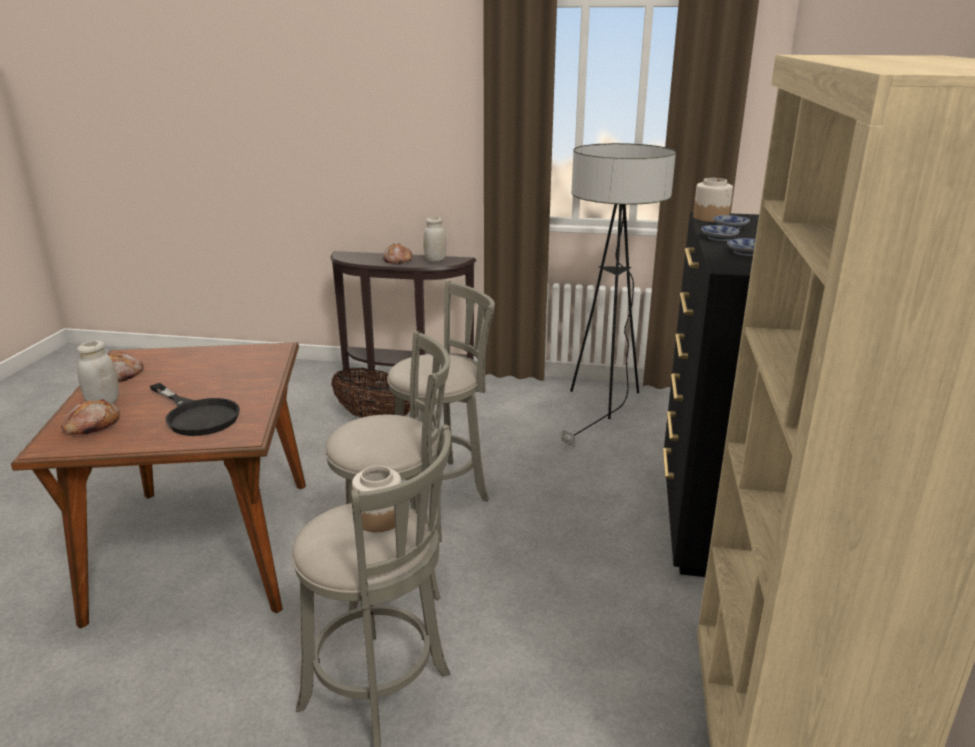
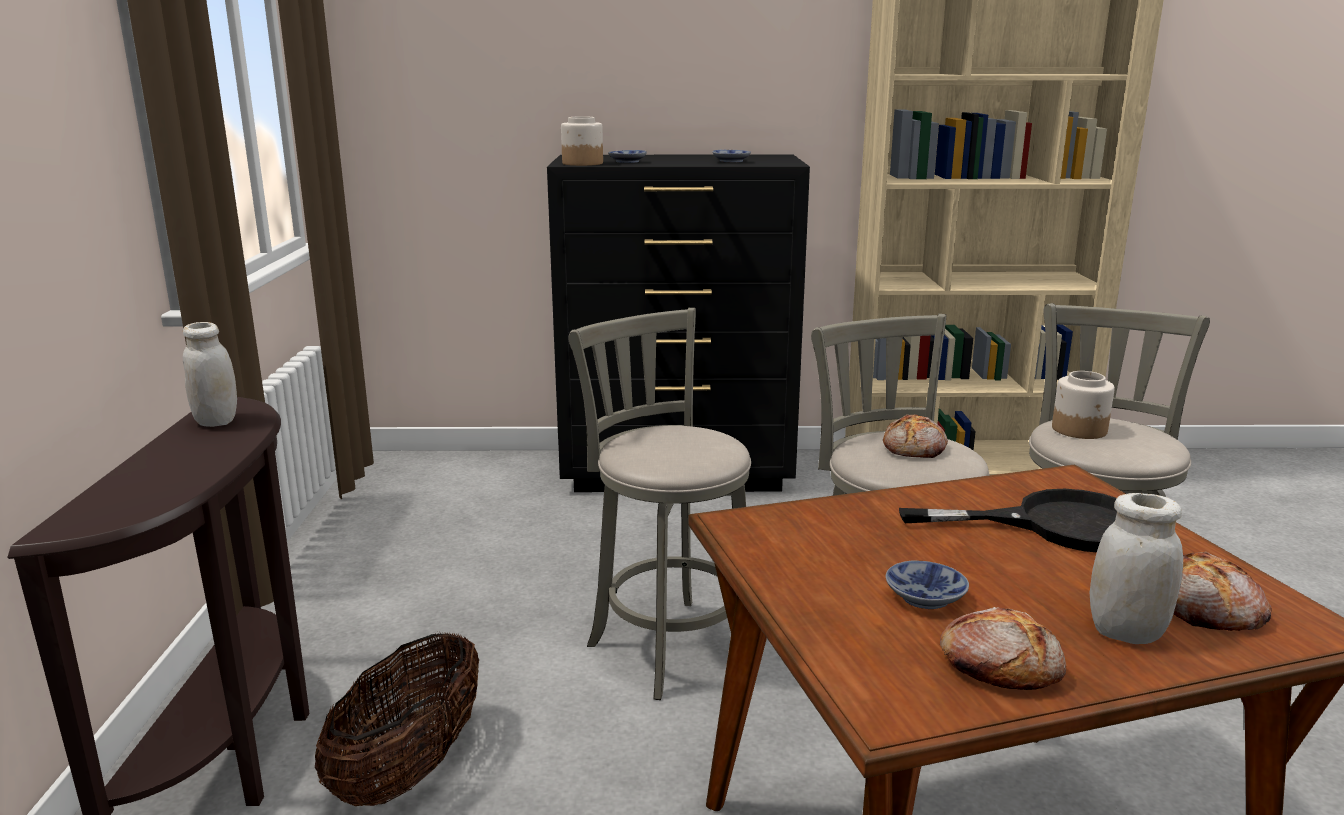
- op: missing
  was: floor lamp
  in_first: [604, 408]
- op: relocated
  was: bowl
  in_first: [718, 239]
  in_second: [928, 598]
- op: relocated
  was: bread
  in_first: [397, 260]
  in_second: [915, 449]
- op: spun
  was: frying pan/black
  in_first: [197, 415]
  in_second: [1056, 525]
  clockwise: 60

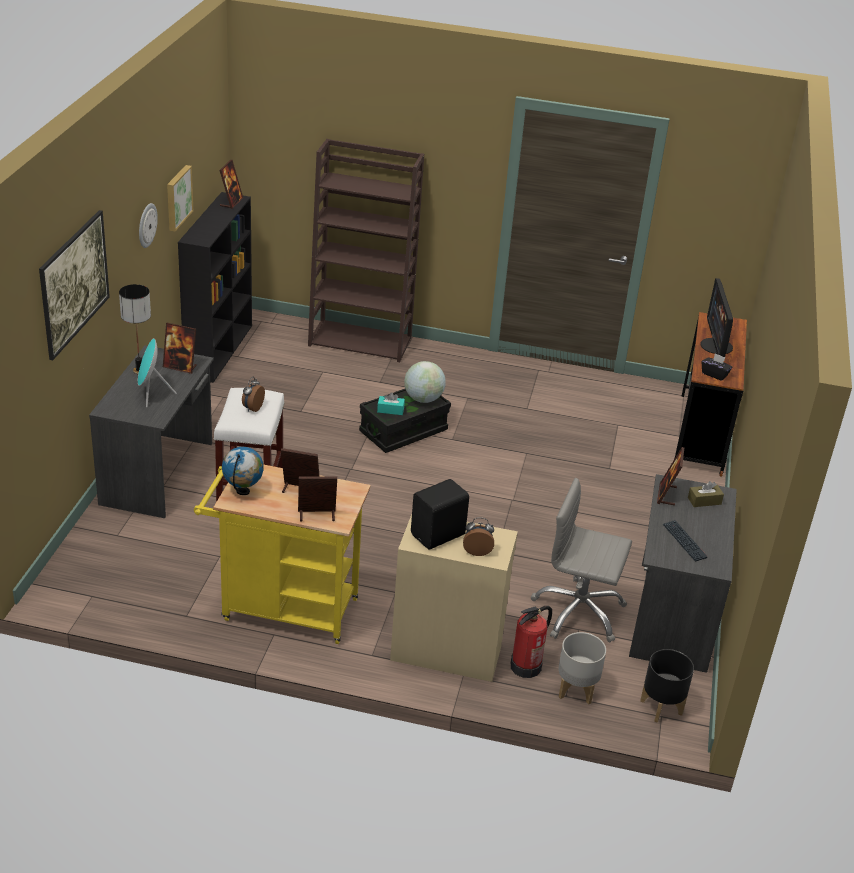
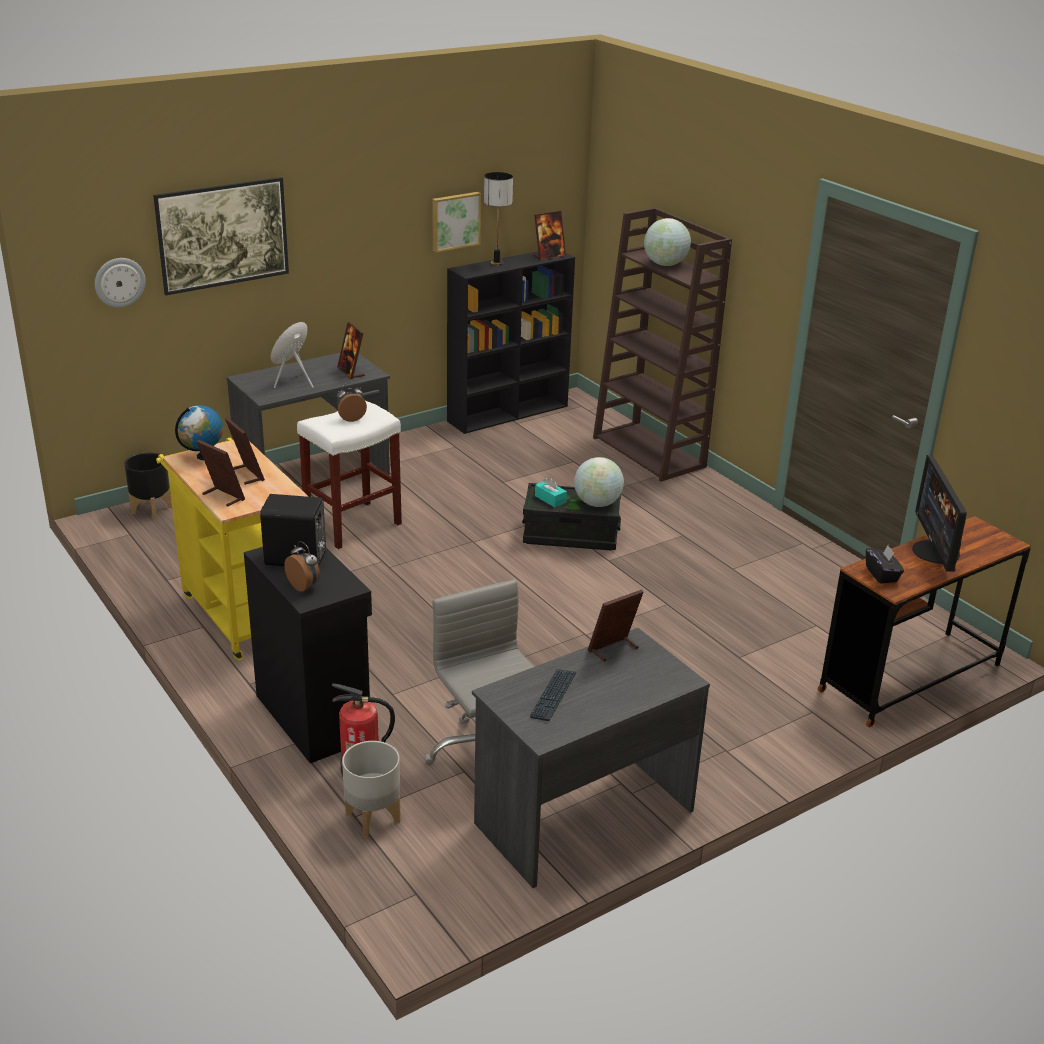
- op: relocated
  was: wall clock
  in_first: [146, 225]
  in_second: [119, 282]
- op: spun
  was: monitor
  in_first: [715, 346]
  in_second: [935, 552]
  clockwise: -45
- op: relocated
  was: table lamp
  in_first: [139, 370]
  in_second: [497, 263]
- op: missing
  was: tissue box/brown
  in_first: [704, 501]
- op: colour
  was: cabinet/beige
  now: cabinet/black
  in_first: [446, 650]
  in_second: [314, 716]
- op: relocated
  was: planter/black
  in_first: [661, 707]
  in_second: [151, 510]
- op: appeared
  now: globe
  in_second: [665, 264]

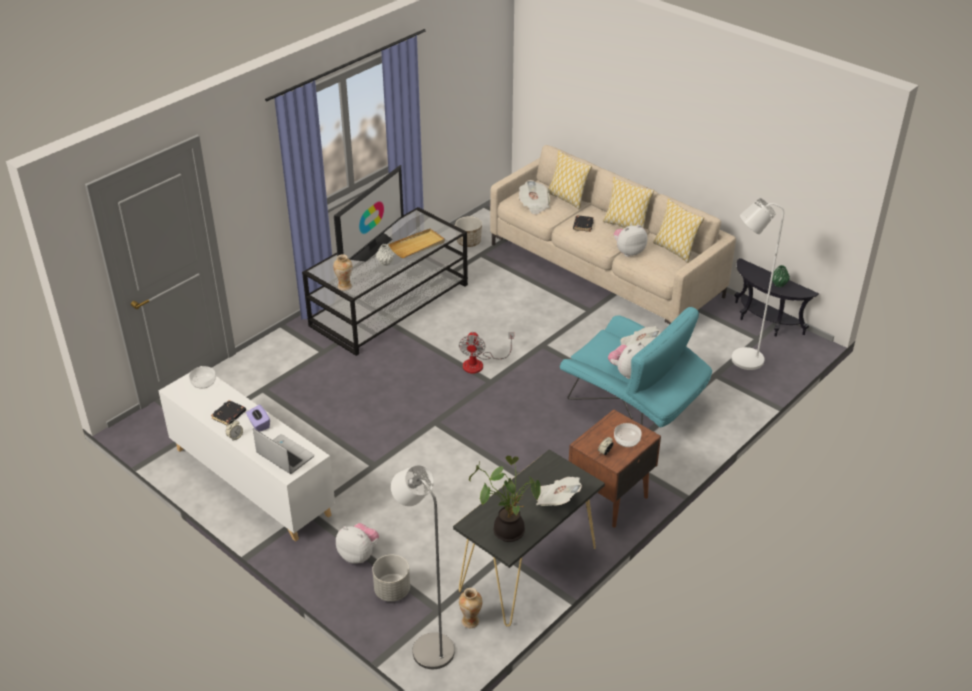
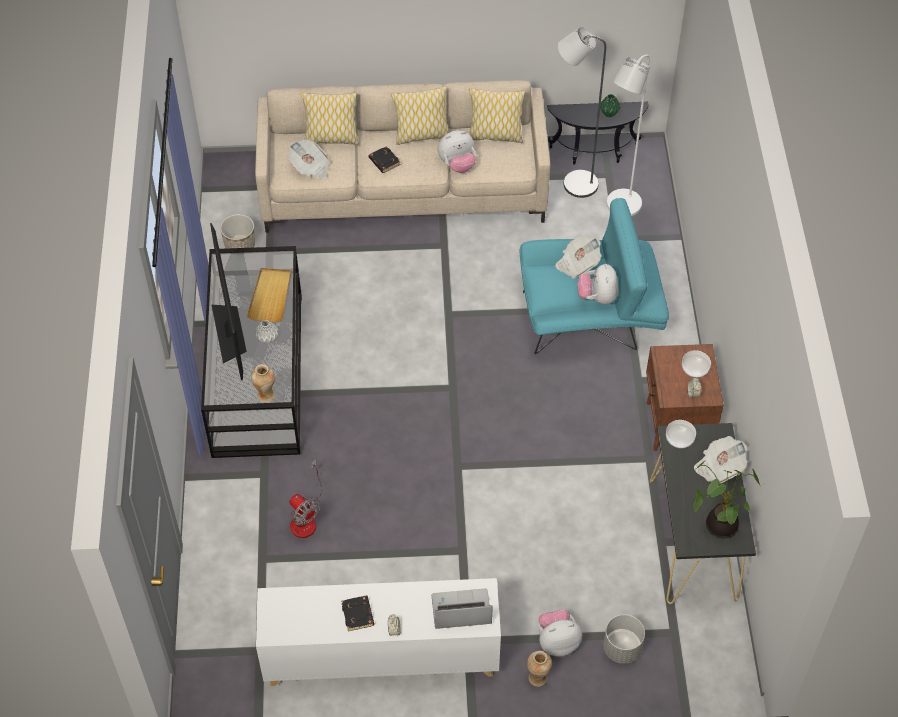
- op: spun
  was: plush toy
  in_first: [628, 252]
  in_second: [457, 165]
  clockwise: -135
- op: relocated
  was: fan
  in_first: [479, 363]
  in_second: [305, 517]
- op: relocated
  was: bowl
  in_first: [203, 382]
  in_second: [679, 439]
- op: missing
  was: tissue box/purple
  in_first: [259, 424]
- op: relocated
  was: floor lamp/grey
  in_first: [428, 646]
  in_second: [573, 184]
- op: relocated
  was: vase
  in_first: [470, 621]
  in_second: [537, 678]

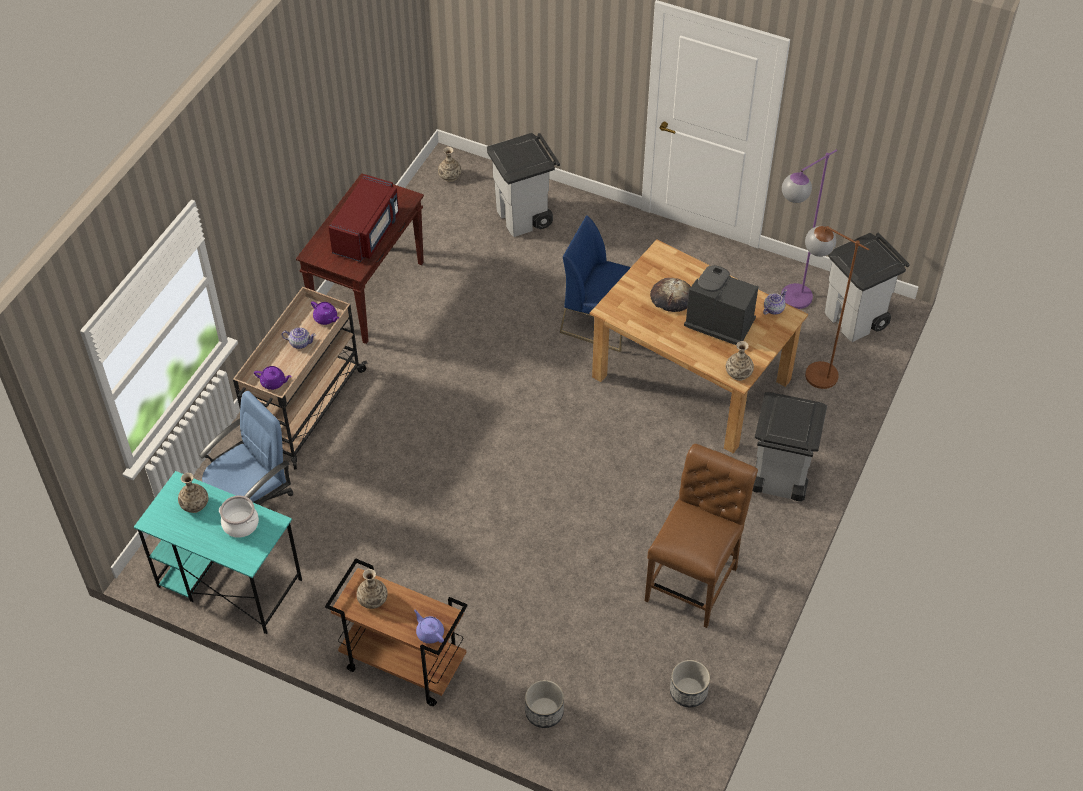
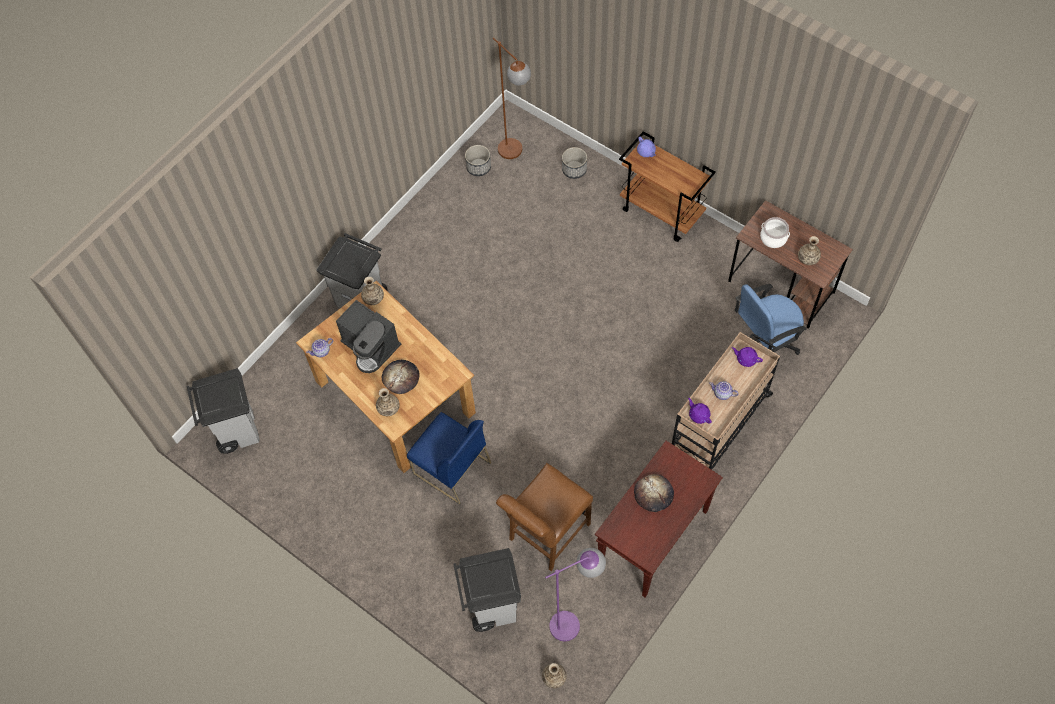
- op: relocated
  was: floor lamp/purple
  in_first: [788, 302]
  in_second: [574, 621]
- op: exchanged
  was: microwave/red
  now: bread
  in_first: [367, 233]
  in_second: [653, 494]
- op: relocated
  was: floor lamp/brown
  in_first: [811, 370]
  in_second: [515, 154]
- op: relocated
  was: chair/brown
  in_first: [694, 580]
  in_second: [546, 534]
- op: colour
  was: desk/turquoise
  now: desk/brown
  in_first: [228, 583]
  in_second: [782, 287]
- op: relocated
  was: vase
  in_first: [373, 599]
  in_second: [388, 408]

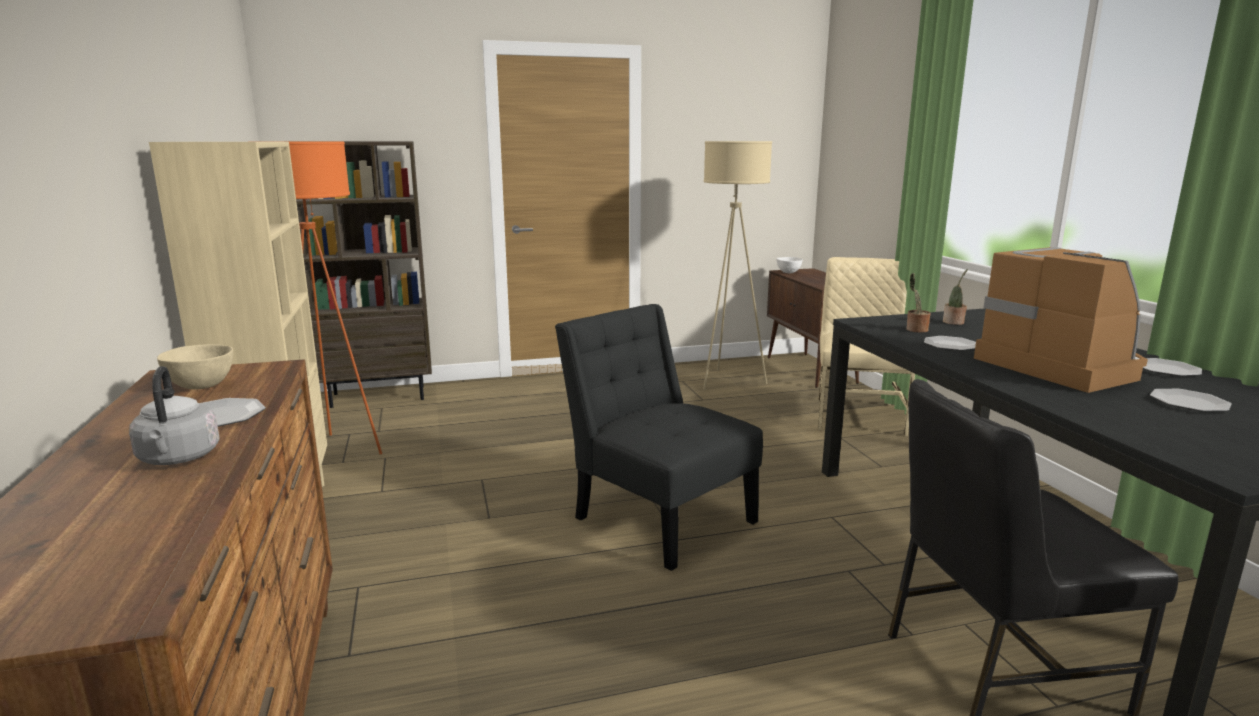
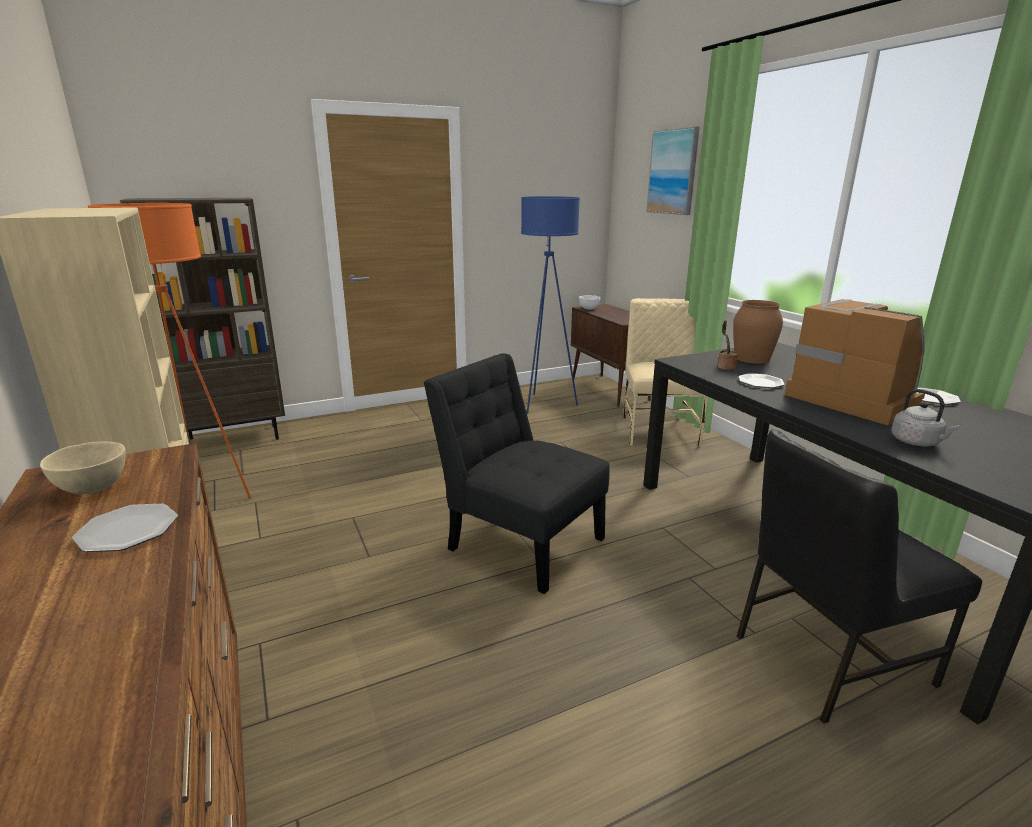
- op: colour
  was: floor lamp/beige
  now: floor lamp/blue
  in_first: [728, 381]
  in_second: [545, 404]
- op: exchanged
  was: potted plant
  now: vase/brown
  in_first: [954, 322]
  in_second: [751, 358]
- op: relocated
  was: kettle/grey
  in_first: [178, 459]
  in_second: [917, 442]
- op: missing
  was: plate
  in_first: [1189, 403]
- op: appeared
  now: picture
  in_second: [673, 172]

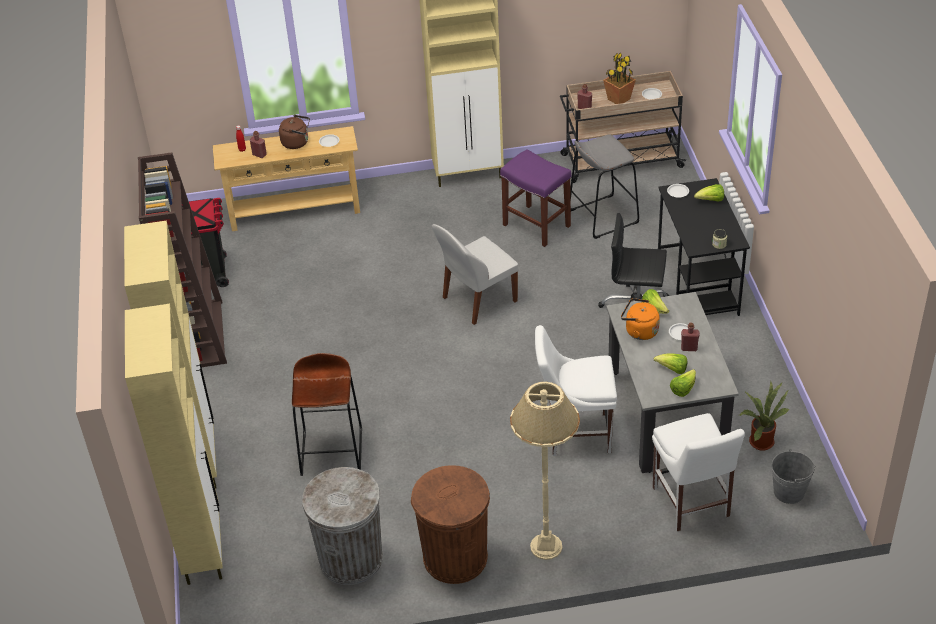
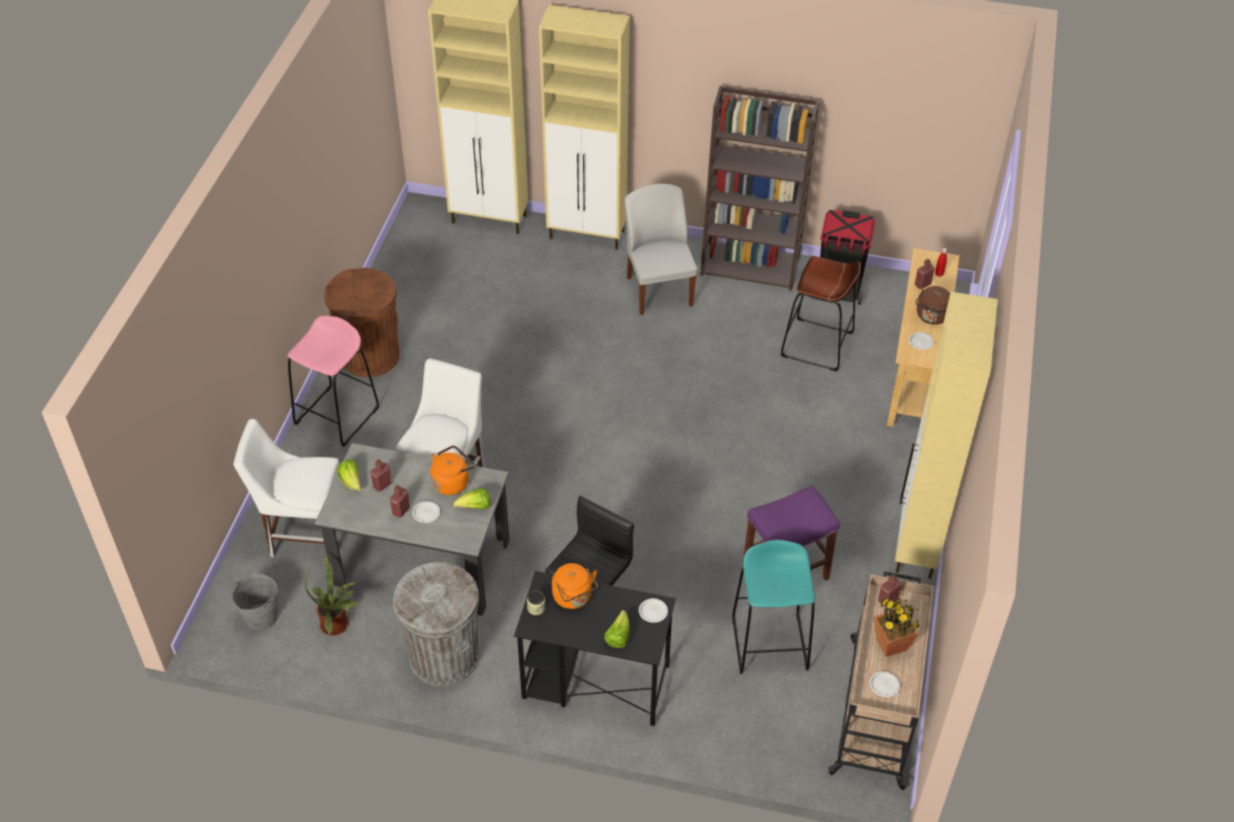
- op: colour
  was: stool/grey
  now: stool/turquoise
  in_first: [603, 216]
  in_second: [770, 643]
- op: relocated
  was: chair/white
  in_first: [477, 300]
  in_second: [659, 290]
- op: relocated
  was: stool/brown
  in_first: [332, 451]
  in_second: [817, 345]
- op: exchanged
  was: lettuce
  now: bottle/red
  in_first: [672, 369]
  in_second: [382, 485]
- op: exchanged
  was: floor lamp/beige
  now: stool/pink
  in_first: [546, 546]
  in_second: [337, 416]
- op: relocated
  was: trash can/grey
  in_first: [350, 559]
  in_second: [444, 656]
- op: appeared
  now: kettle/orange
  in_second: [574, 598]

